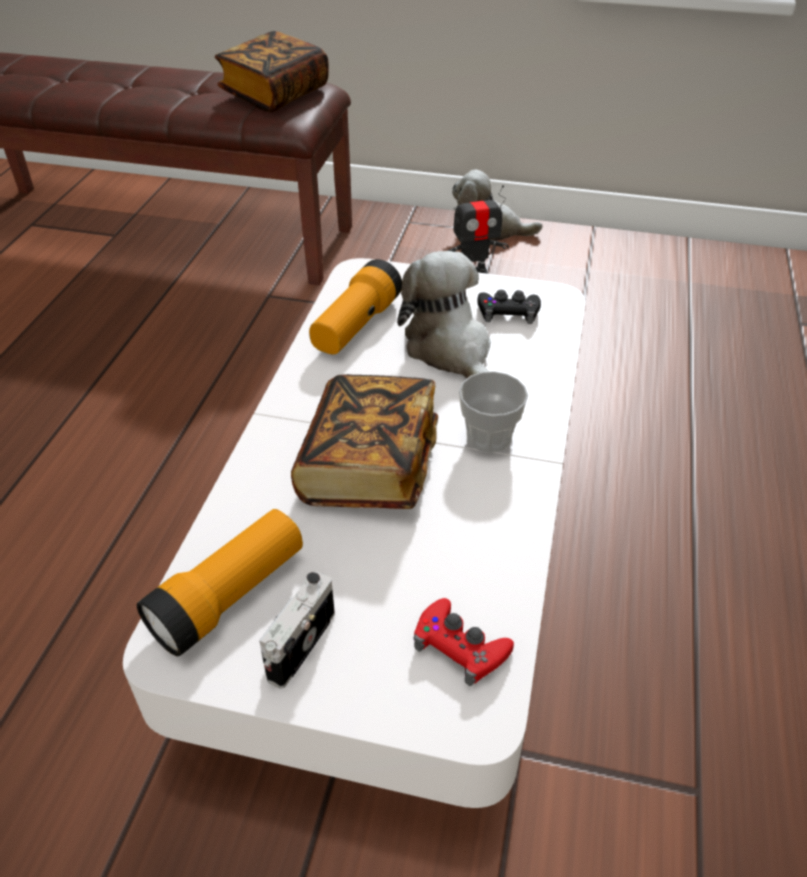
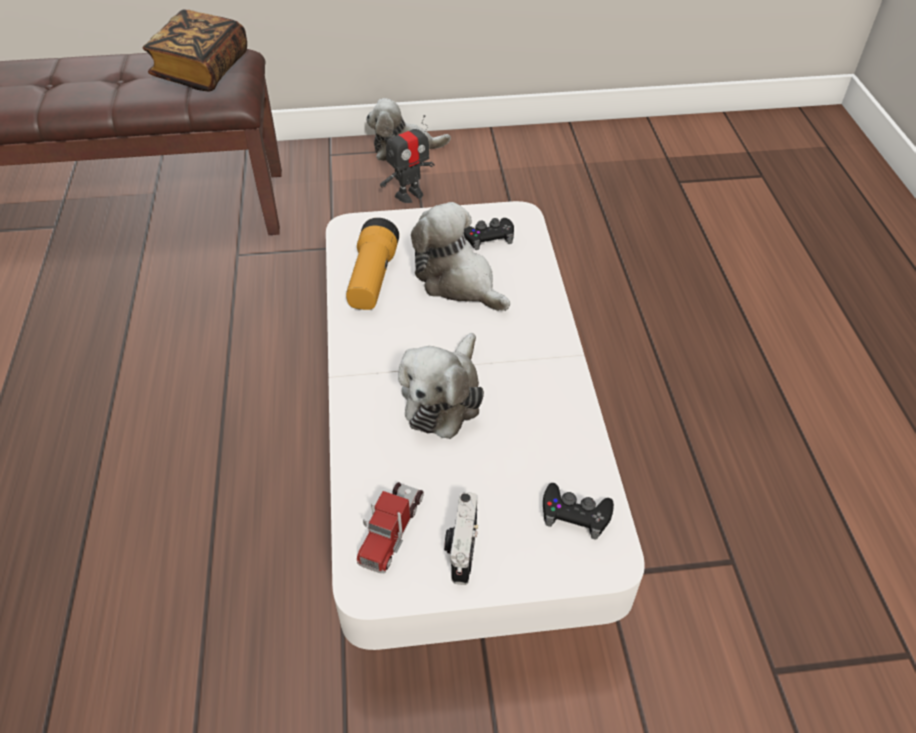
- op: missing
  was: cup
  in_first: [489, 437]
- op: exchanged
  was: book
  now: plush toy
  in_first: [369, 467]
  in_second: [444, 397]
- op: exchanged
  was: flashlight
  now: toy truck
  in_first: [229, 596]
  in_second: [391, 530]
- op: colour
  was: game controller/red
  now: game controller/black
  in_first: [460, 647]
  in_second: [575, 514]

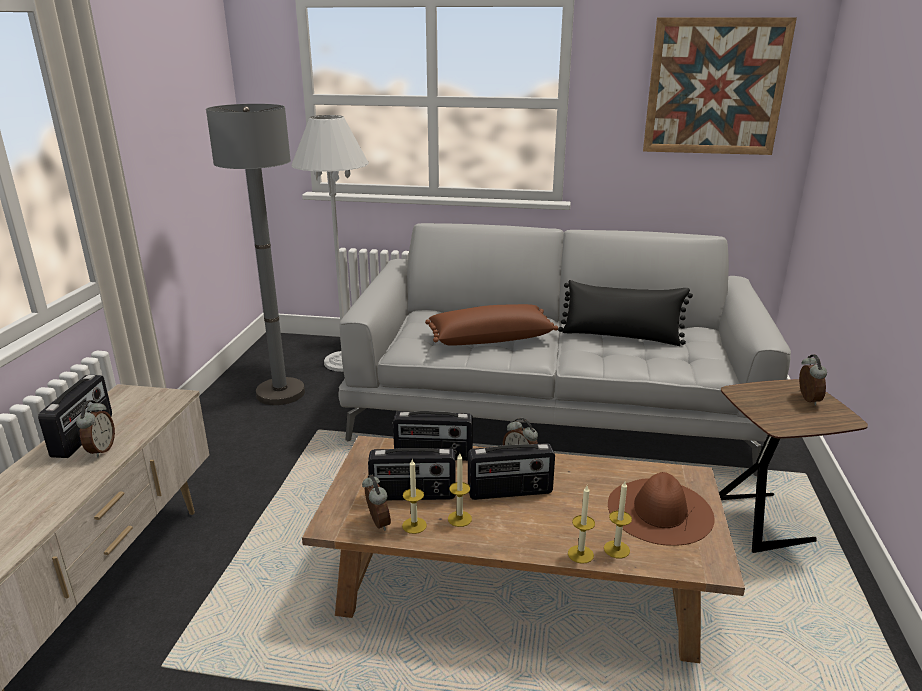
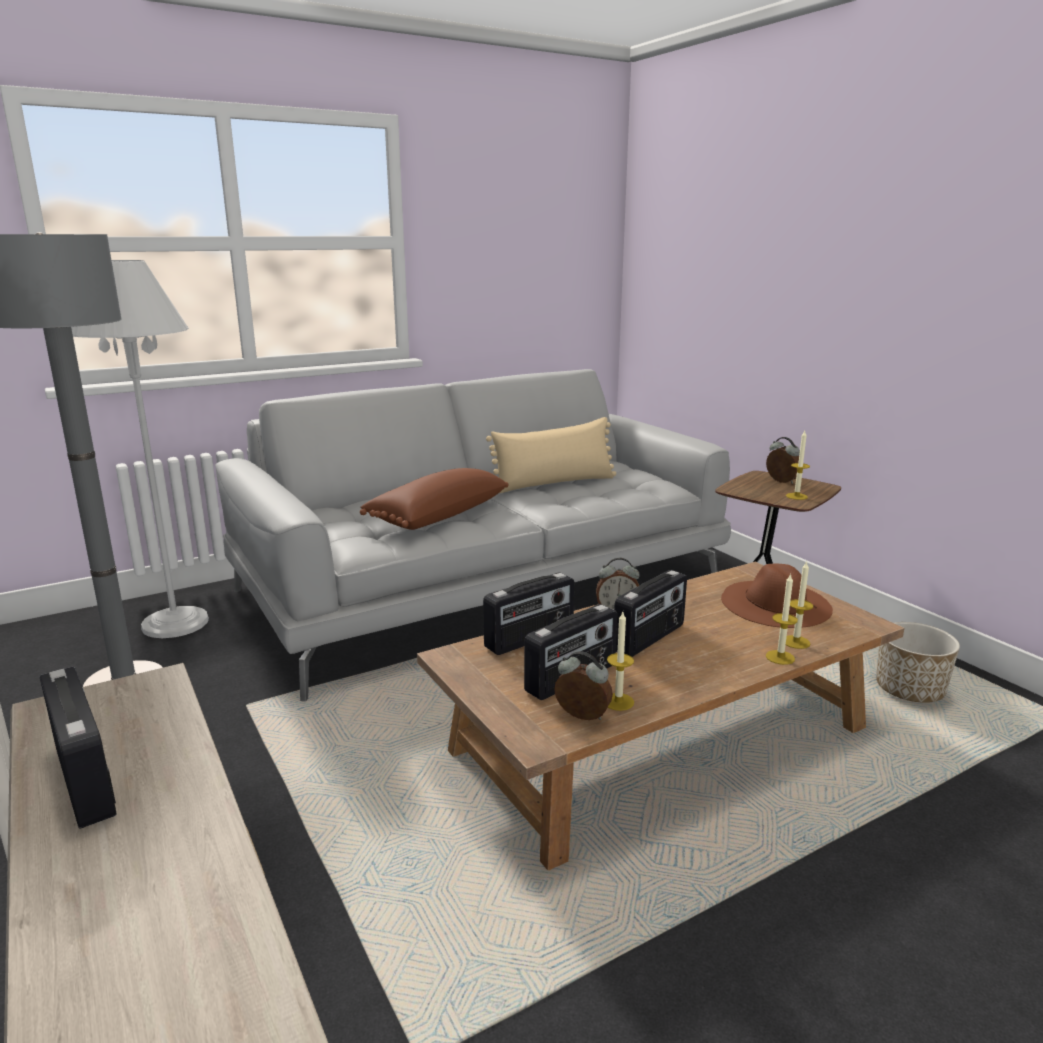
- op: missing
  was: picture
  in_first: [715, 87]
- op: colour
  was: pillow/black
  now: pillow/beige
  in_first: [621, 336]
  in_second: [554, 483]
- op: missing
  was: alarm clock
  in_first: [100, 450]
- op: relocated
  was: candle
  in_first: [459, 519]
  in_second: [796, 496]
- op: appeared
  now: planter
  in_second: [909, 690]

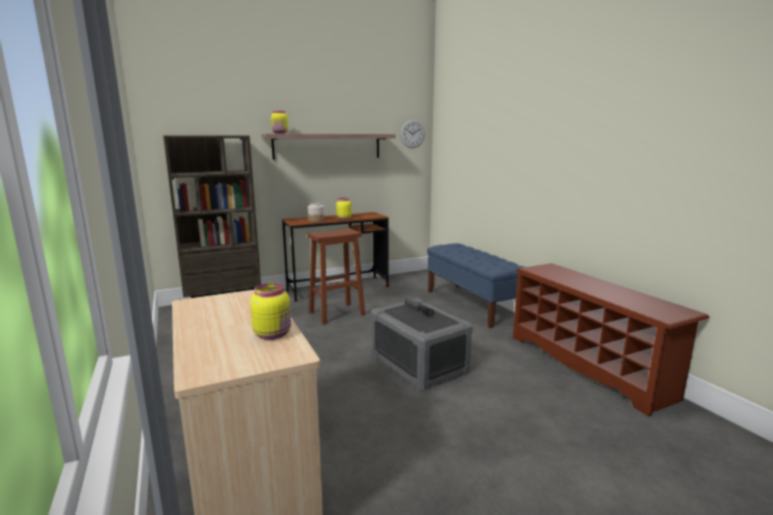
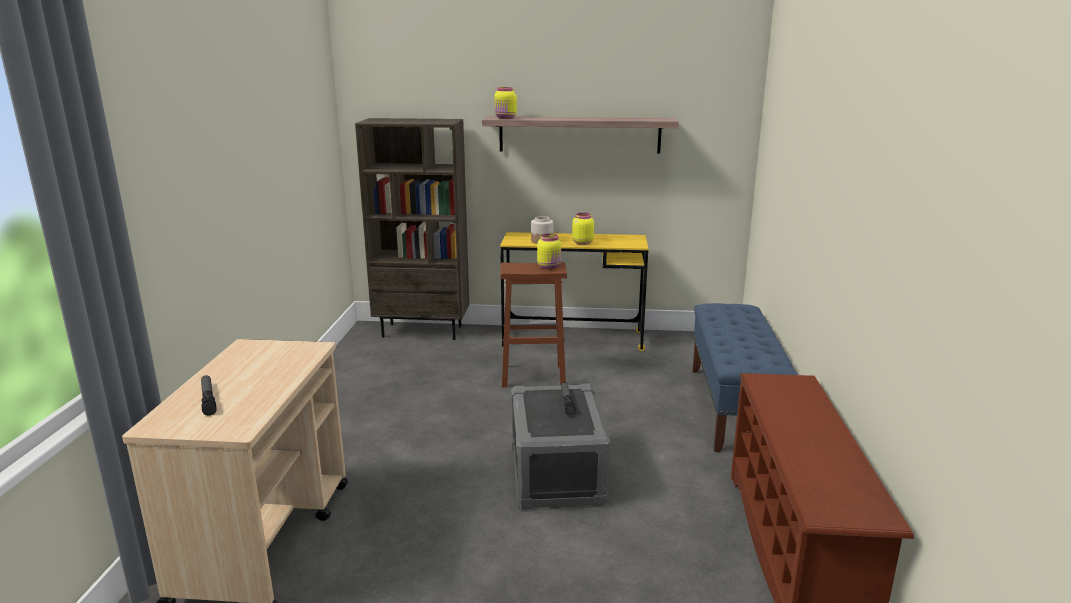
- op: missing
  was: wall clock
  in_first: [412, 134]
- op: colour
  was: desk/brown
  now: desk/yellow
  in_first: [338, 289]
  in_second: [573, 339]
- op: relocated
  was: jar/yellow
  in_first: [273, 334]
  in_second: [549, 266]
- op: appeared
  now: flashlight
  in_second: [208, 399]

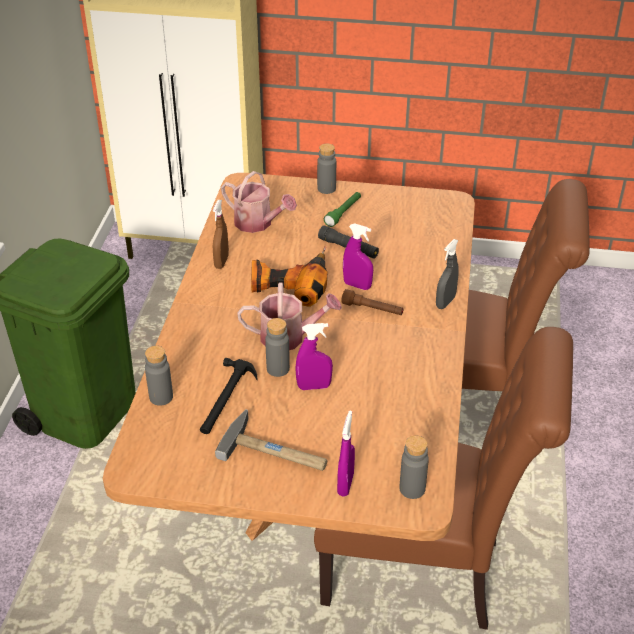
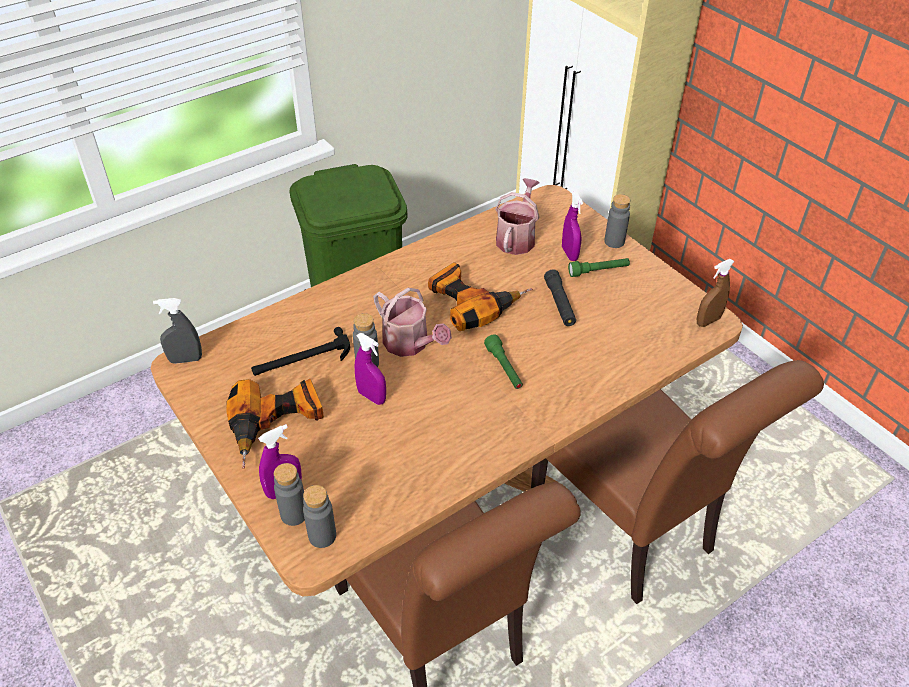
- op: spun
  was: watering can
  in_first: [258, 223]
  in_second: [517, 238]
  clockwise: -150
- op: relocated
  was: spray bottle/brown
  in_first: [221, 262]
  in_second: [708, 321]
- op: relocated
  was: spray bottle/purple
  in_first: [357, 285]
  in_second: [569, 254]
- op: relocated
  was: spray bottle/grey
  in_first: [445, 302]
  in_second: [185, 359]
- op: colour
  was: flashlight/brown
  now: flashlight/green
  in_first: [372, 309]
  in_second: [504, 368]
- op: relocated
  was: bottle/grey
  in_first: [161, 397]
  in_second: [294, 514]
- op: exchanged
  was: hammer
  now: power drill
  in_first: [276, 451]
  in_second: [277, 425]

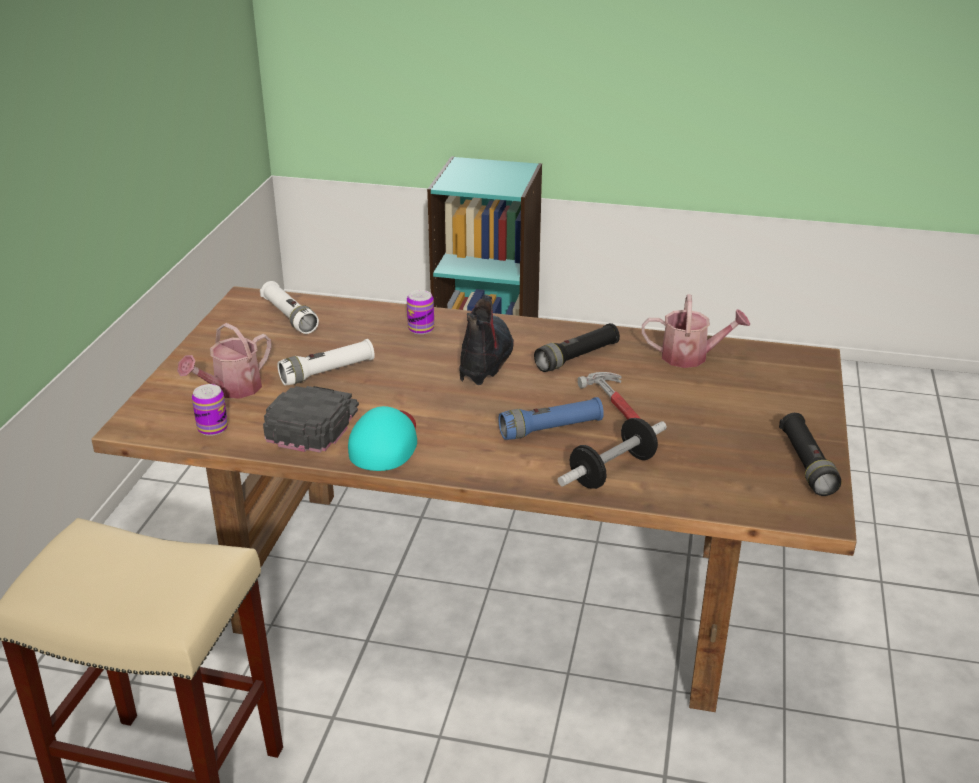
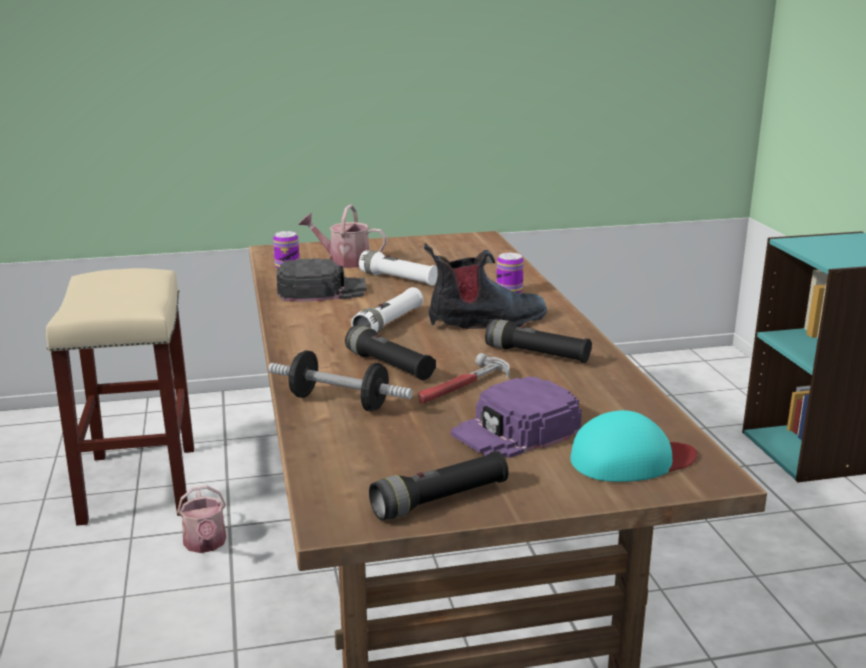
- op: relocated
  was: flashlight/white
  in_first: [289, 317]
  in_second: [389, 324]
- op: relocated
  was: watering can
  in_first: [691, 356]
  in_second: [205, 544]
- op: colour
  was: flashlight/blue
  now: flashlight/black
  in_first: [551, 429]
  in_second: [389, 366]
- op: relocated
  was: cap/turquoise
  in_first: [385, 442]
  in_second: [631, 460]
- op: appeared
  now: cap/purple
  in_second: [516, 431]

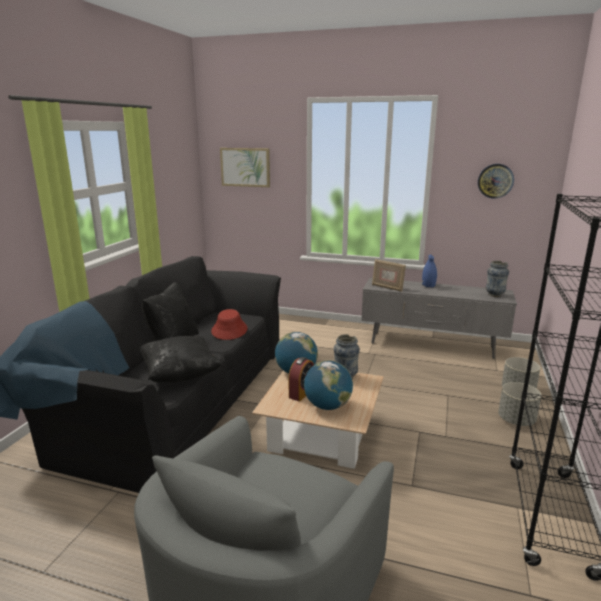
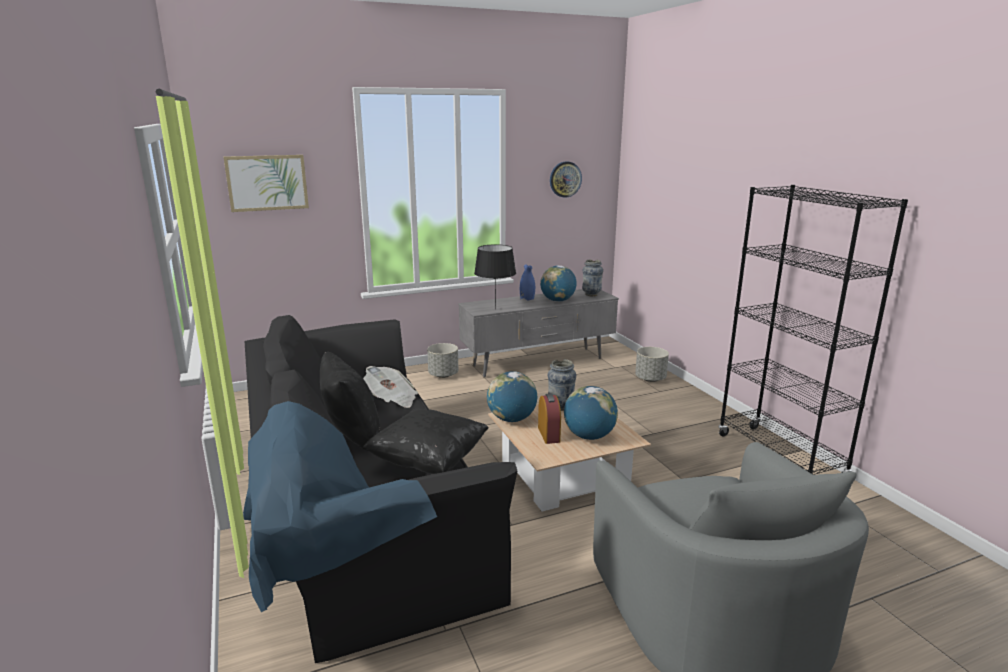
- op: exchanged
  was: picture frame
  now: table lamp/black
  in_first: [387, 288]
  in_second: [495, 309]
- op: exchanged
  was: hat/red
  now: newspaper
  in_first: [229, 330]
  in_second: [392, 399]
- op: relocated
  was: planter/grey
  in_first: [516, 420]
  in_second: [443, 375]
- op: appeared
  now: globe
  in_second: [557, 300]

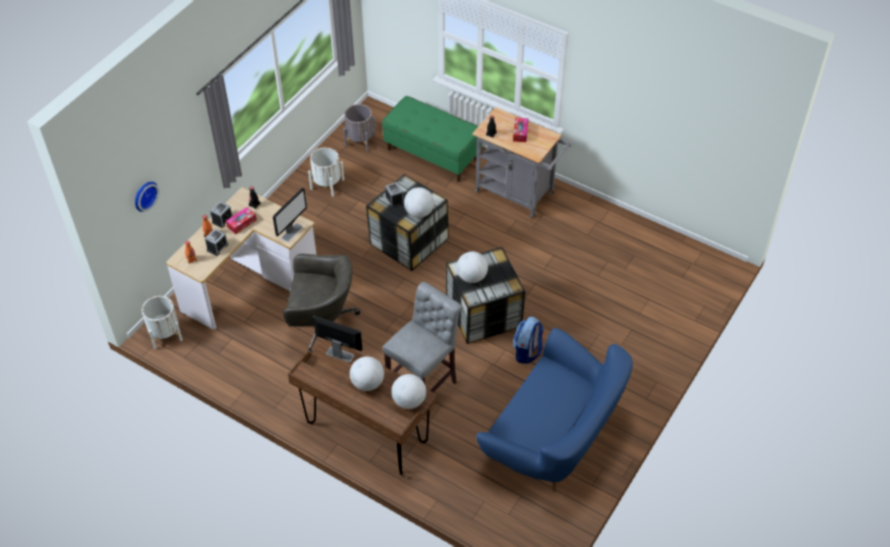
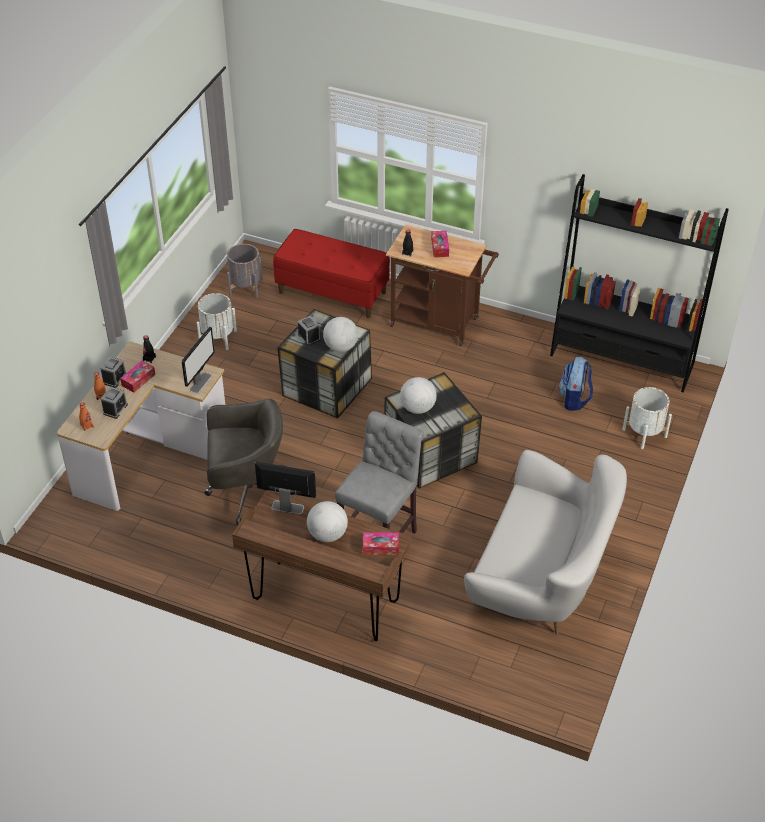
- op: colour
  was: bench/green
  now: bench/red
  in_first: [433, 154]
  in_second: [332, 292]
- op: colour
  was: cart/grey
  now: cart/brown
  in_first: [518, 194]
  in_second: [440, 323]
- op: missing
  was: wall clock
  in_first: [144, 195]
- op: relocated
  was: planter/white
  in_first: [165, 334]
  in_second: [644, 433]
- op: relocated
  was: backpack
  in_first: [527, 352]
  in_second: [574, 399]
- op: colour
  was: sofa/blue
  now: sofa/white
  in_first: [553, 438]
  in_second: [542, 577]
- op: exchanged
  was: globe
  now: tissue box
  in_first: [409, 401]
  in_second: [381, 547]
- op: appeared
  now: bookcase/black
  in_second: [622, 360]

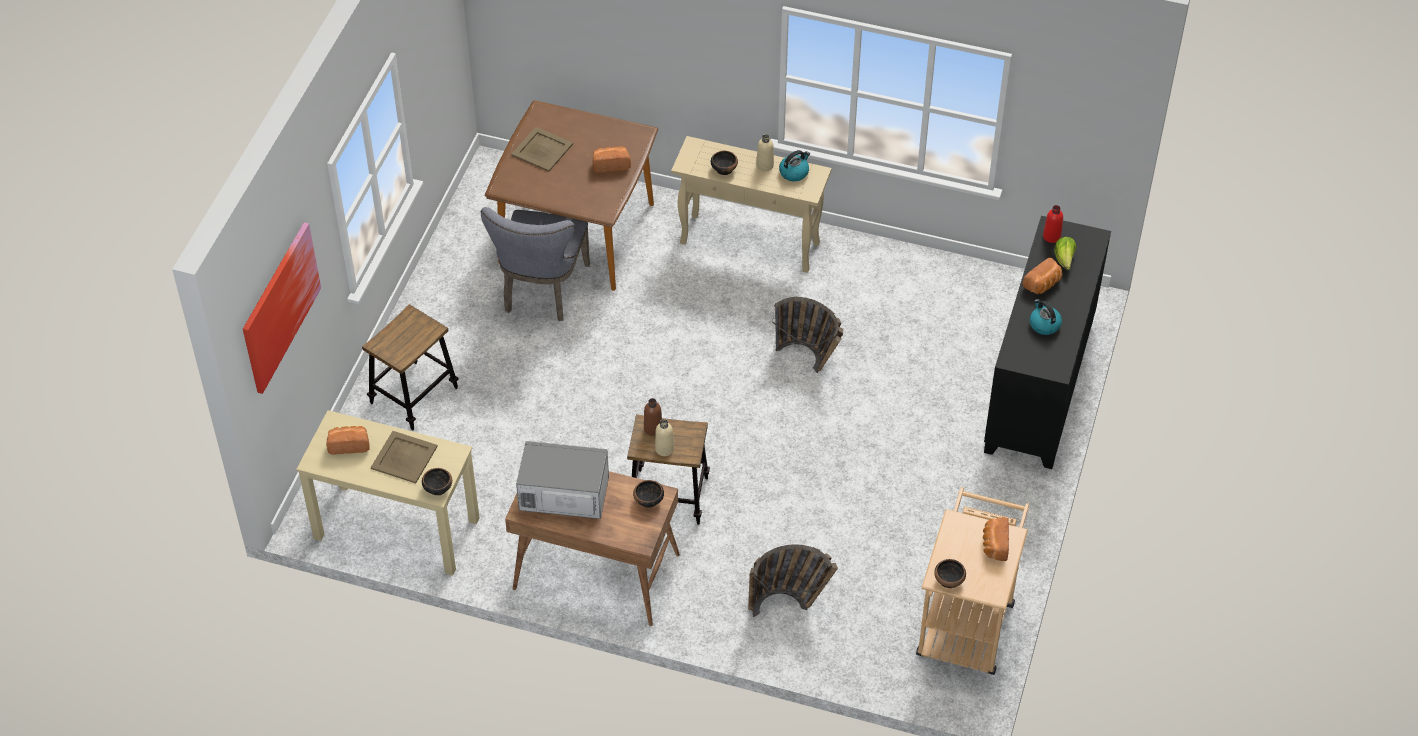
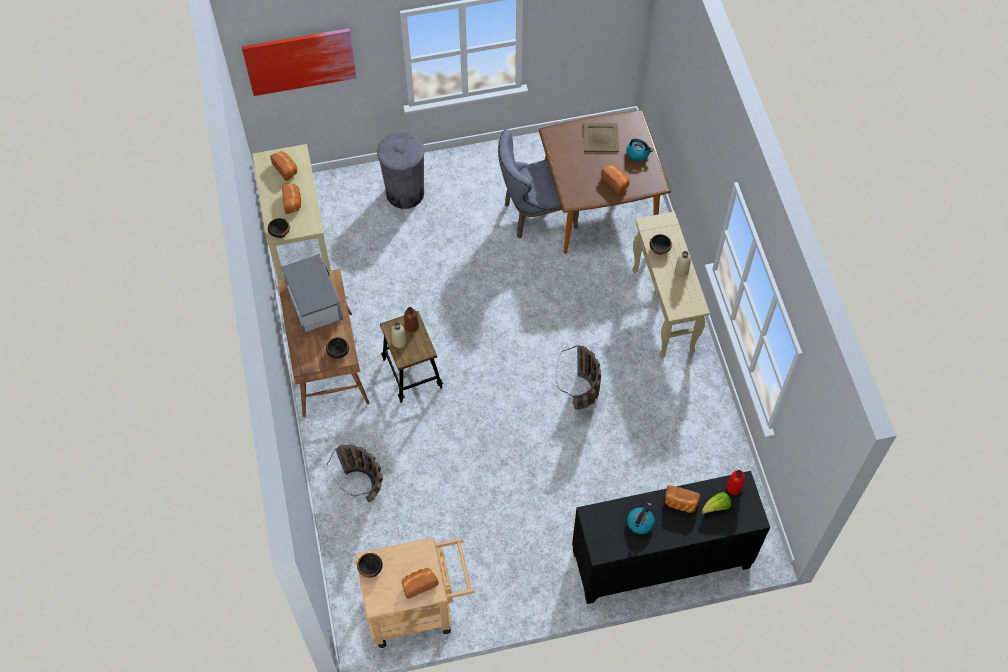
- op: relocated
  was: kettle
  in_first: [794, 172]
  in_second: [638, 154]
- op: exchanged
  was: stool
  now: trash can/grey
  in_first: [414, 395]
  in_second: [405, 193]
- op: exchanged
  was: tray/beige
  now: bread
  in_first: [404, 458]
  in_second: [293, 202]

